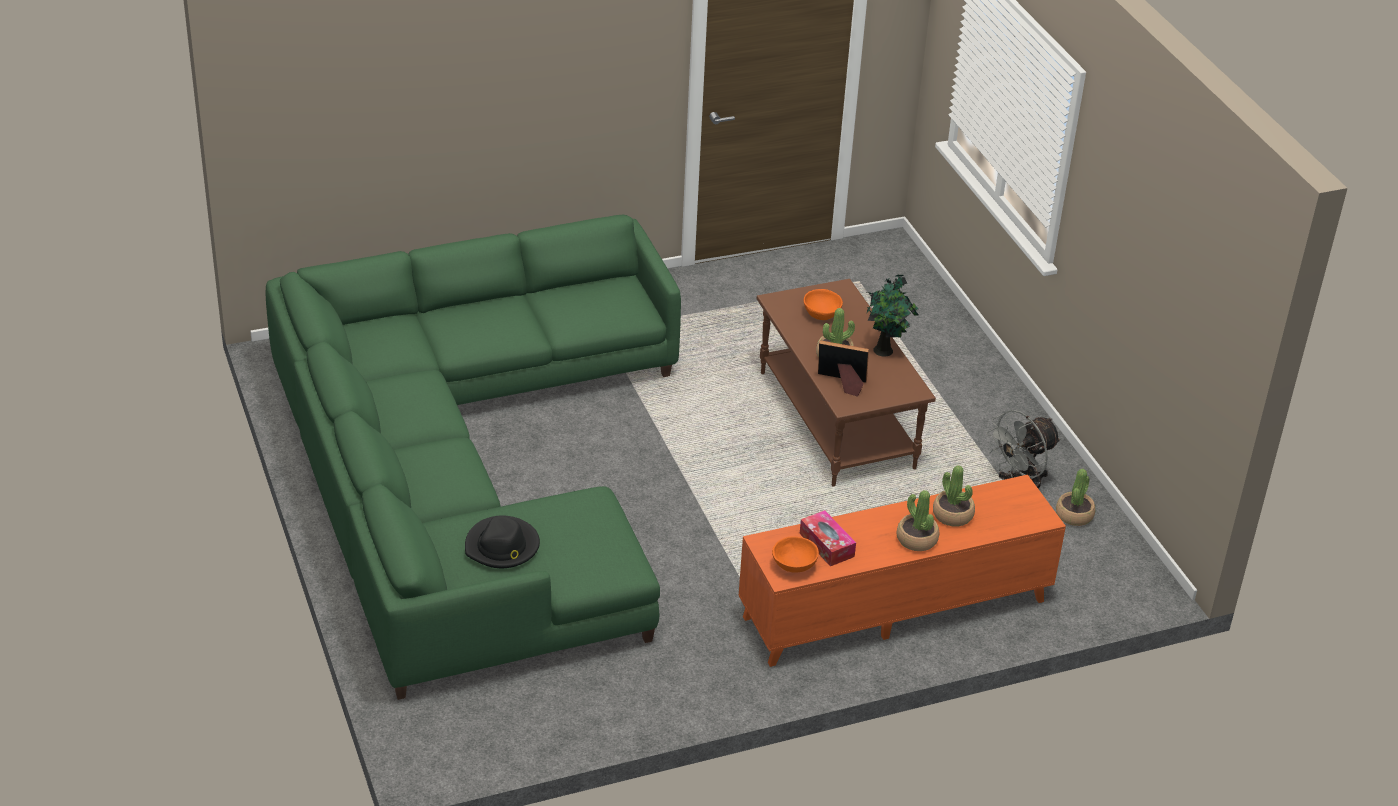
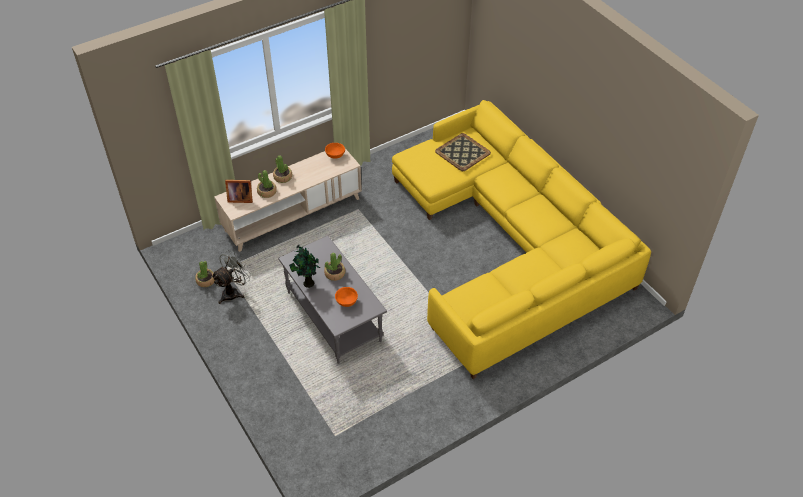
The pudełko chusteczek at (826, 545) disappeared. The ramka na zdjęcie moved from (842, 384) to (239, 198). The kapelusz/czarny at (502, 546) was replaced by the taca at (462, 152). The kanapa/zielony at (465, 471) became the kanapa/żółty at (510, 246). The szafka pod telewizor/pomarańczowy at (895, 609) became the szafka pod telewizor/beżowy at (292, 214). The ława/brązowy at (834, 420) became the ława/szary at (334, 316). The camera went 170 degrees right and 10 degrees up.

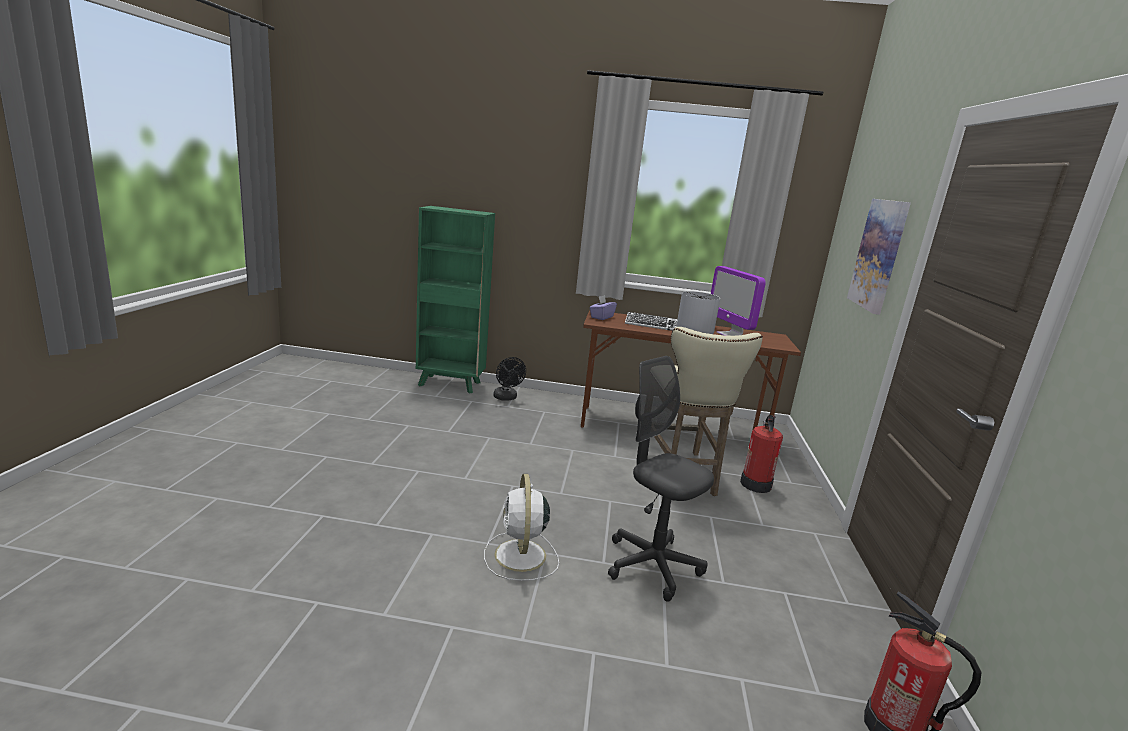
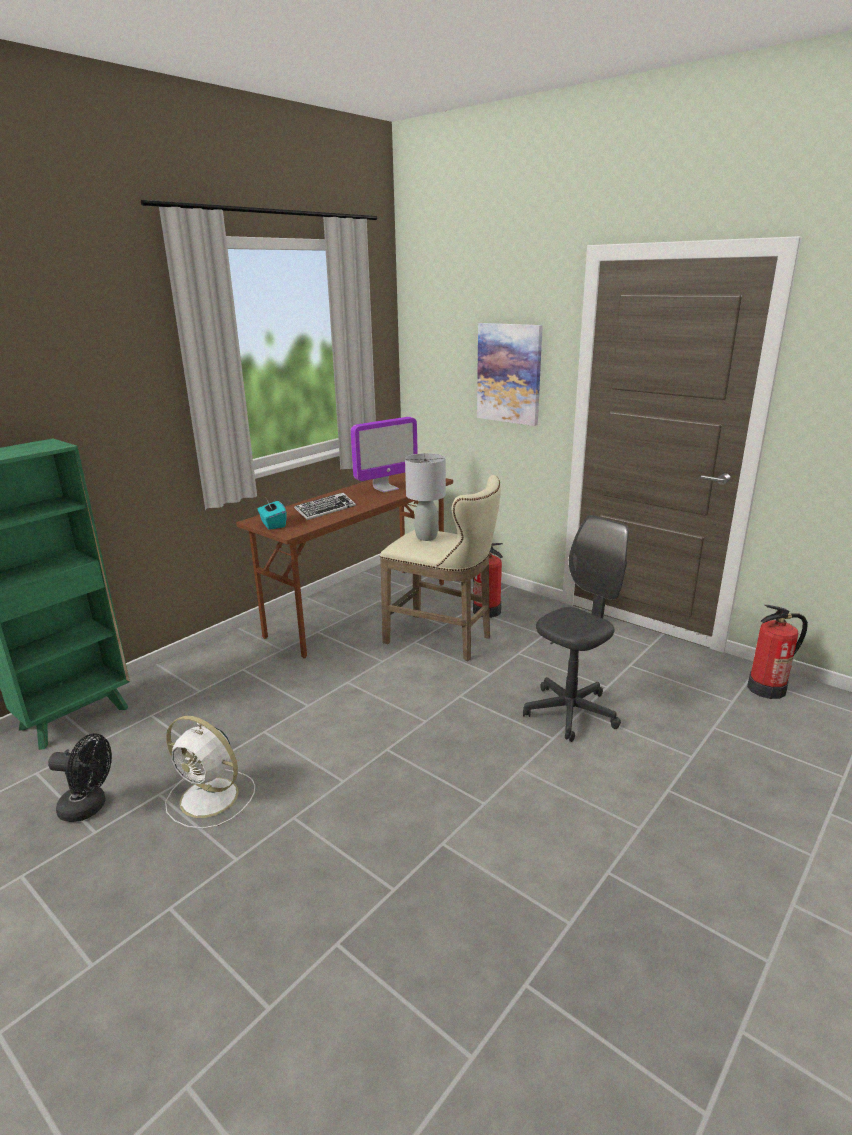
The wentylator/biały moved from (520, 557) to (211, 798). The wentylator/czarny moved from (506, 398) to (89, 807). The pudełko chusteczek/fioletowy at (601, 317) became the pudełko chusteczek/turkusowy at (273, 524). The krzesło biurowe/szary at (652, 566) turned 150 degrees clockwise. The monitor at (729, 334) turned 45 degrees counterclockwise. The camera went 55 degrees left and 5 degrees up.

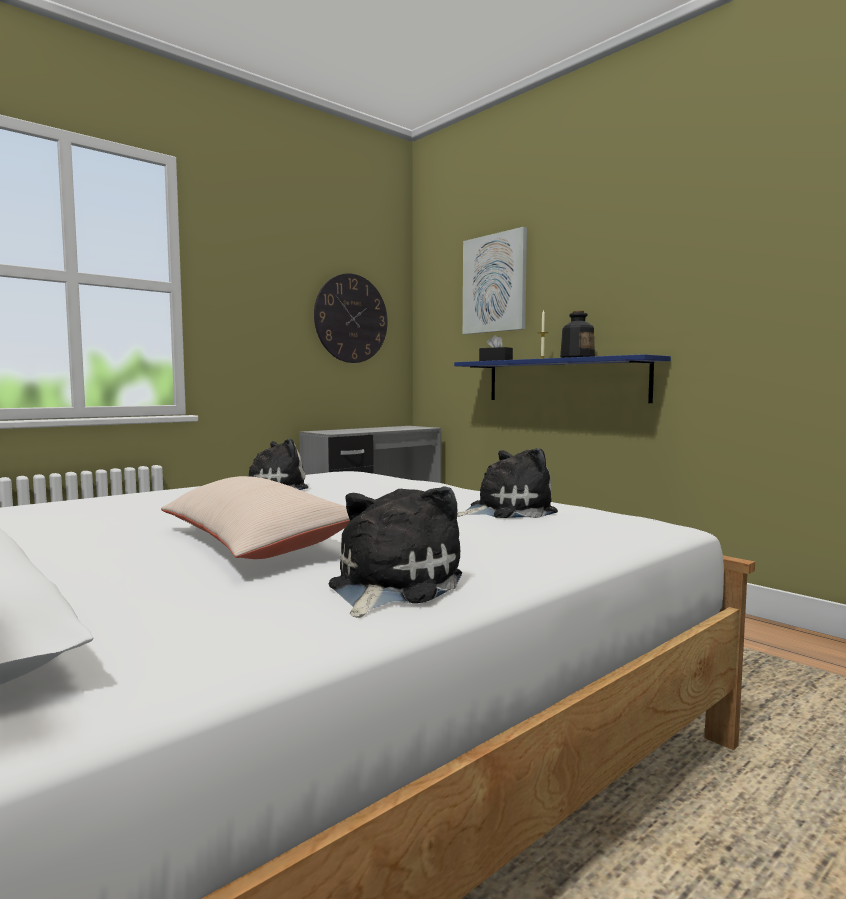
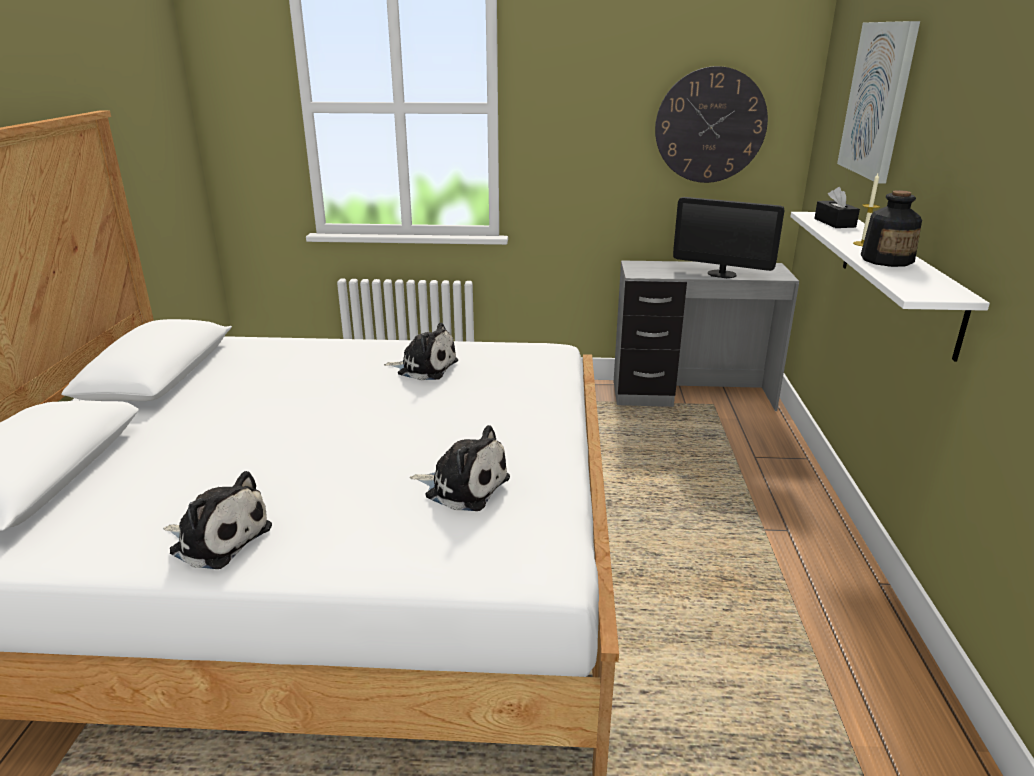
The poduszka/beżowy at (254, 541) disappeared. The monitor at (722, 274) appeared. The półka/niebieski at (563, 380) became the półka/biały at (897, 277). The pluszak at (390, 585) turned 45 degrees clockwise. The camera went 45 degrees right and 20 degrees up.

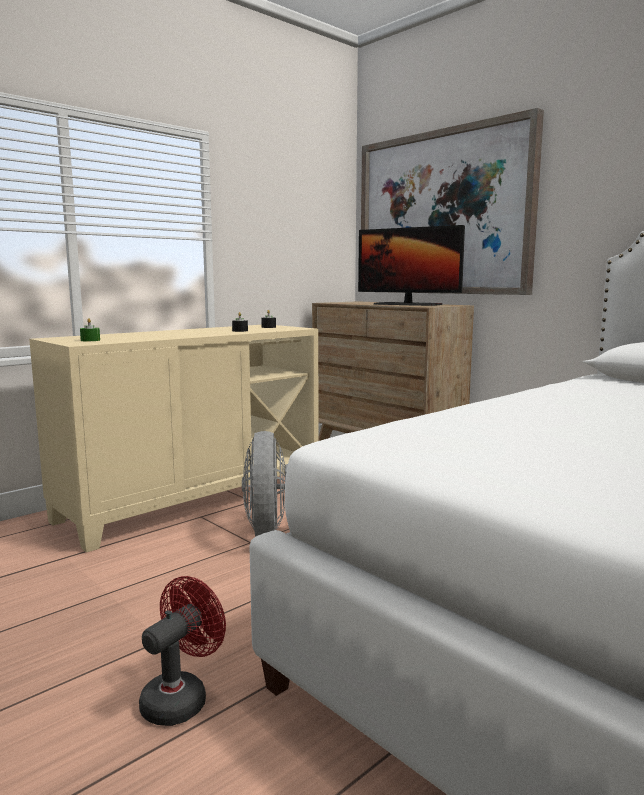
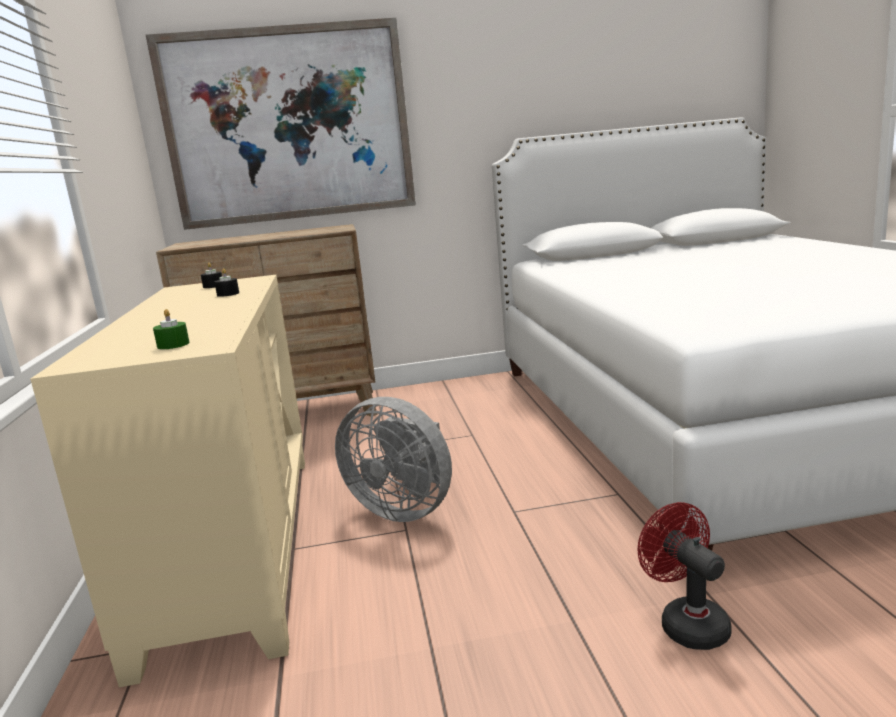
The monitor at (407, 304) disappeared. The camera went 55 degrees left and 5 degrees up.

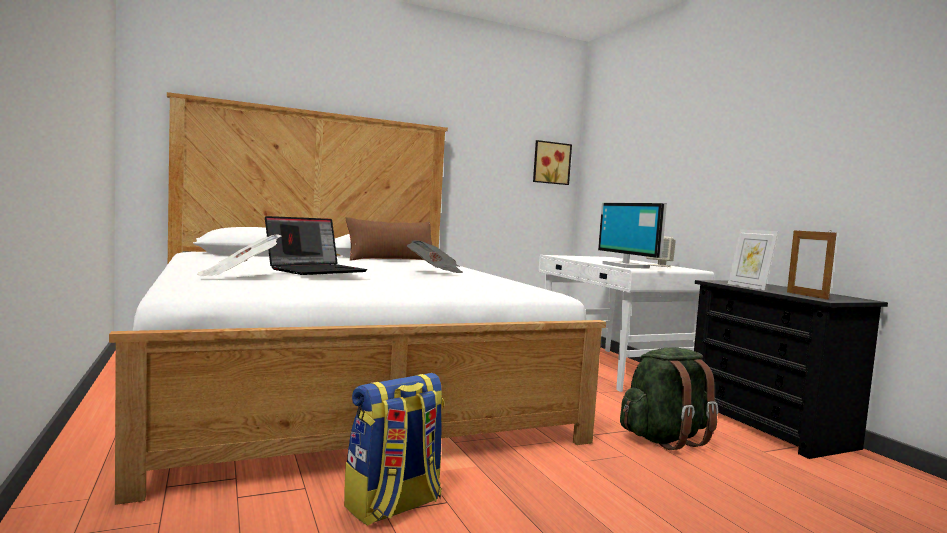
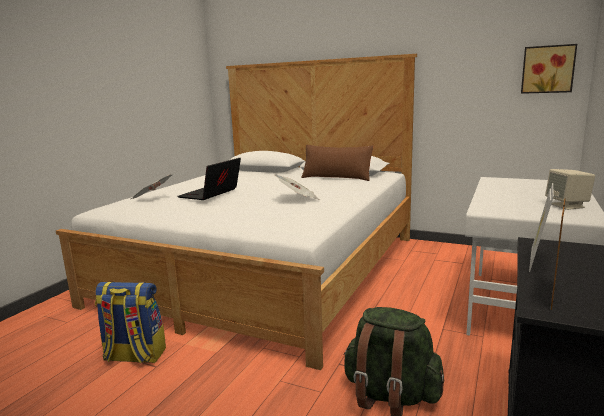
The monitor at (627, 266) disappeared. The laptop at (316, 270) turned 120 degrees clockwise. The camera went 50 degrees right and 10 degrees up.

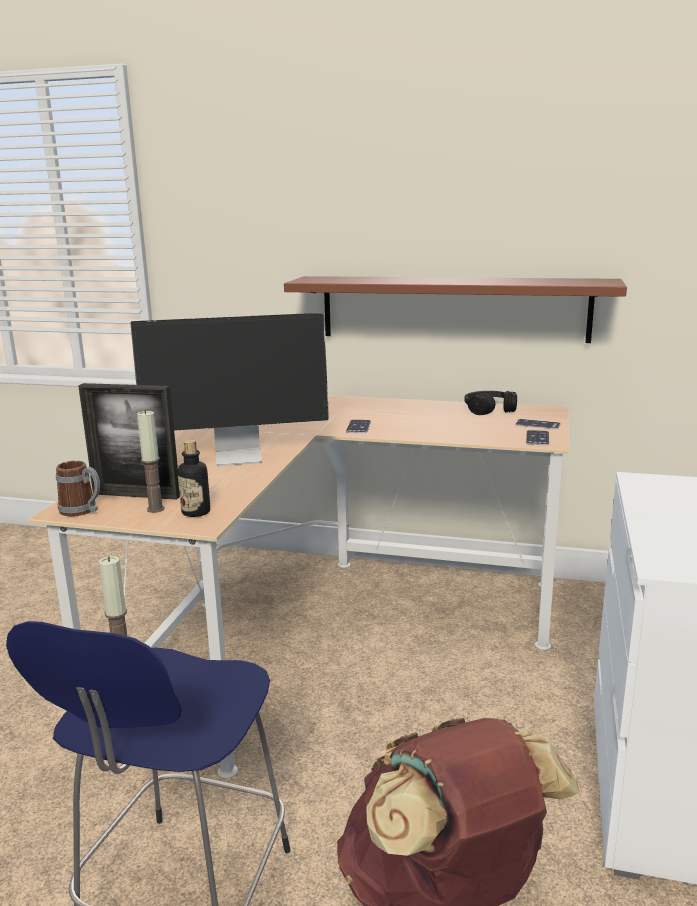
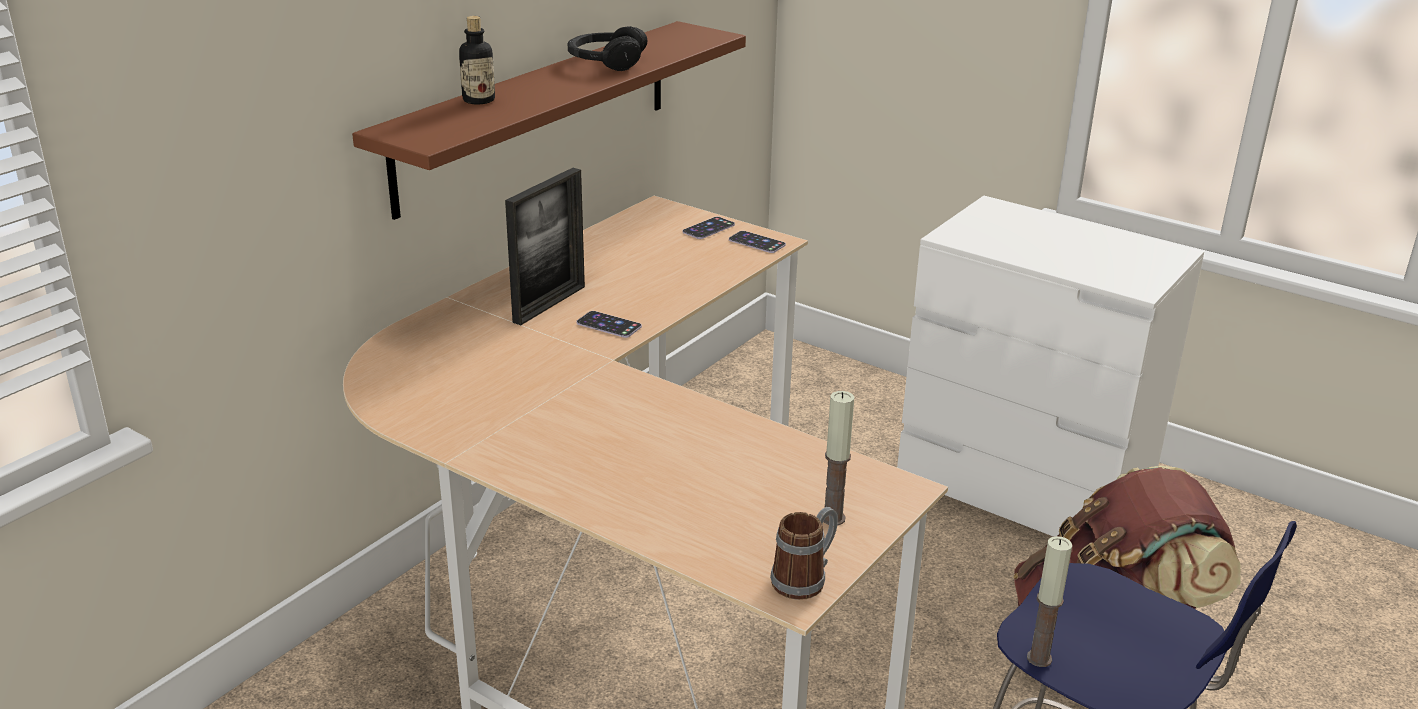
The monitor at (240, 456) disappeared. The ramka na zdjęcie moved from (136, 495) to (549, 304). The butelka moved from (196, 512) to (479, 100). The słuchawki/czarny moved from (489, 410) to (606, 62). The camera went 70 degrees left and 10 degrees up.

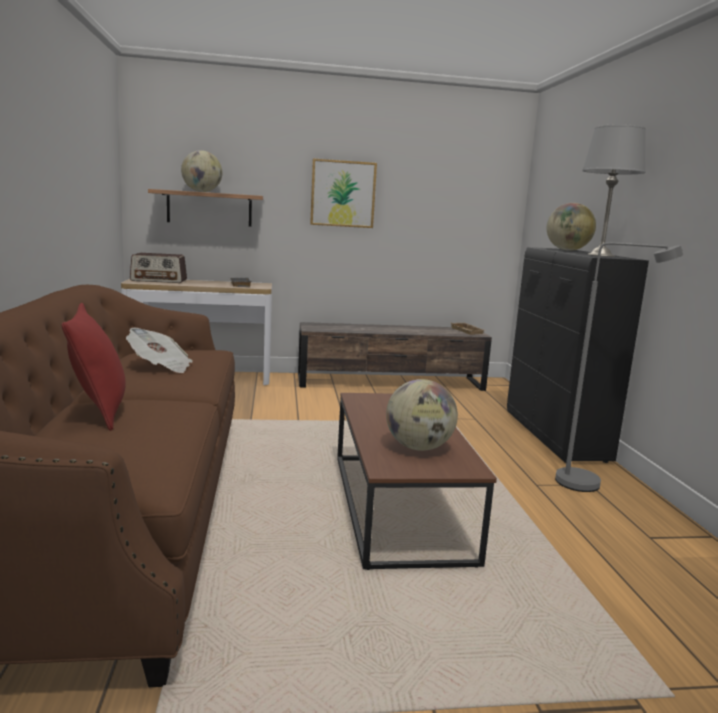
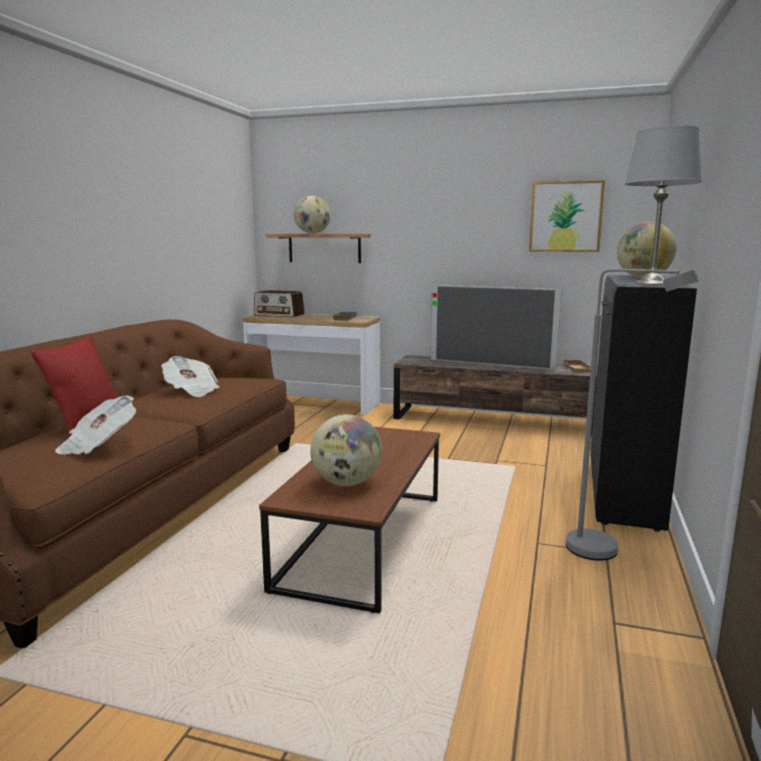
The gazeta at (98, 445) appeared. The telewizor at (490, 364) appeared. The obraz moved from (343, 194) to (565, 216). The camera went 25 degrees right and 0 degrees up.

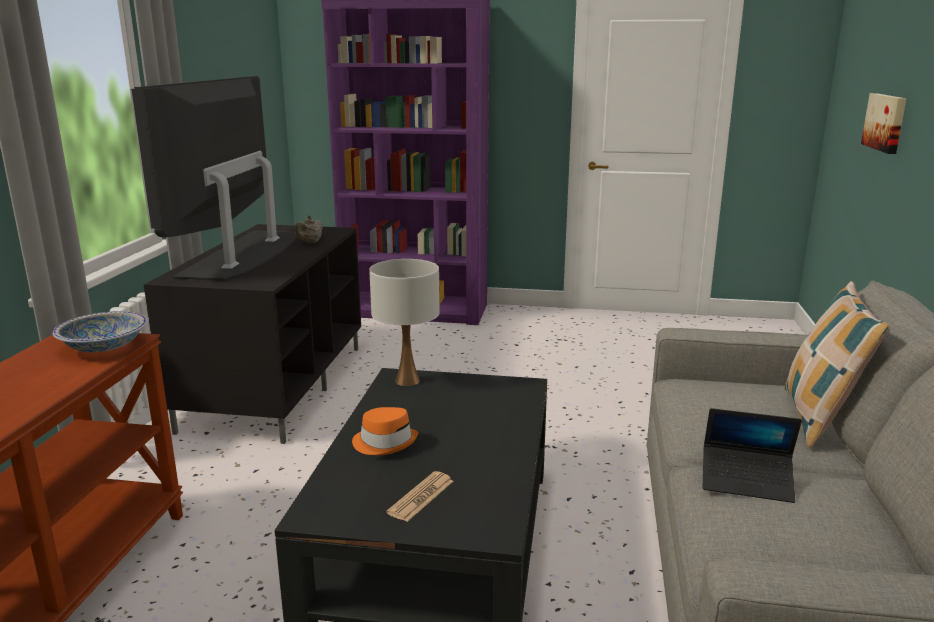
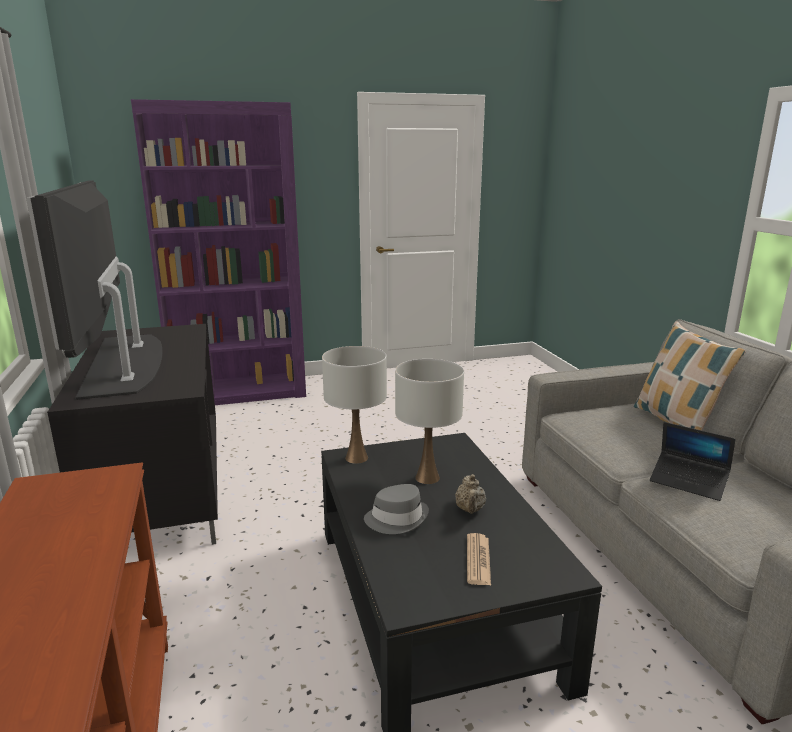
The miska at (104, 347) disappeared. The obraz at (886, 122) disappeared. The lampa stołowa/biały at (427, 478) appeared. The imbryk/beżowy moved from (310, 242) to (470, 510). The kapelusz/pomarańczowy at (385, 442) became the kapelusz/szary at (397, 519). The laptop at (746, 481) turned 45 degrees clockwise. The camera went 25 degrees left and 0 degrees up.

